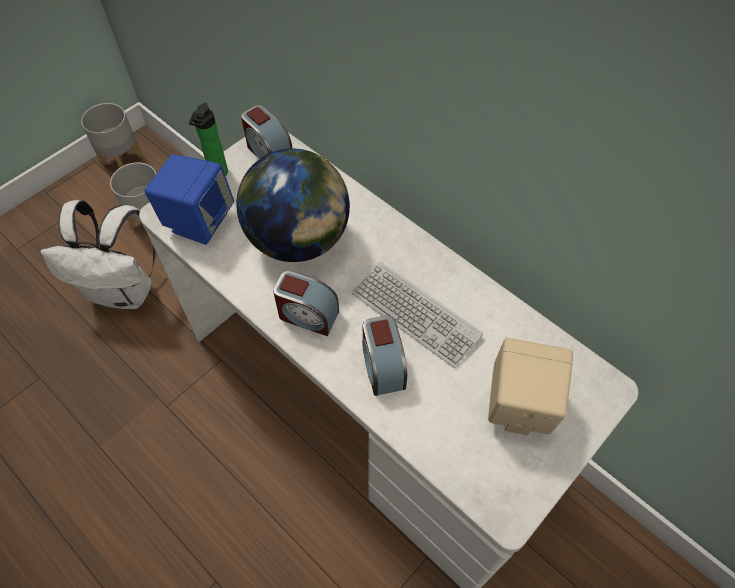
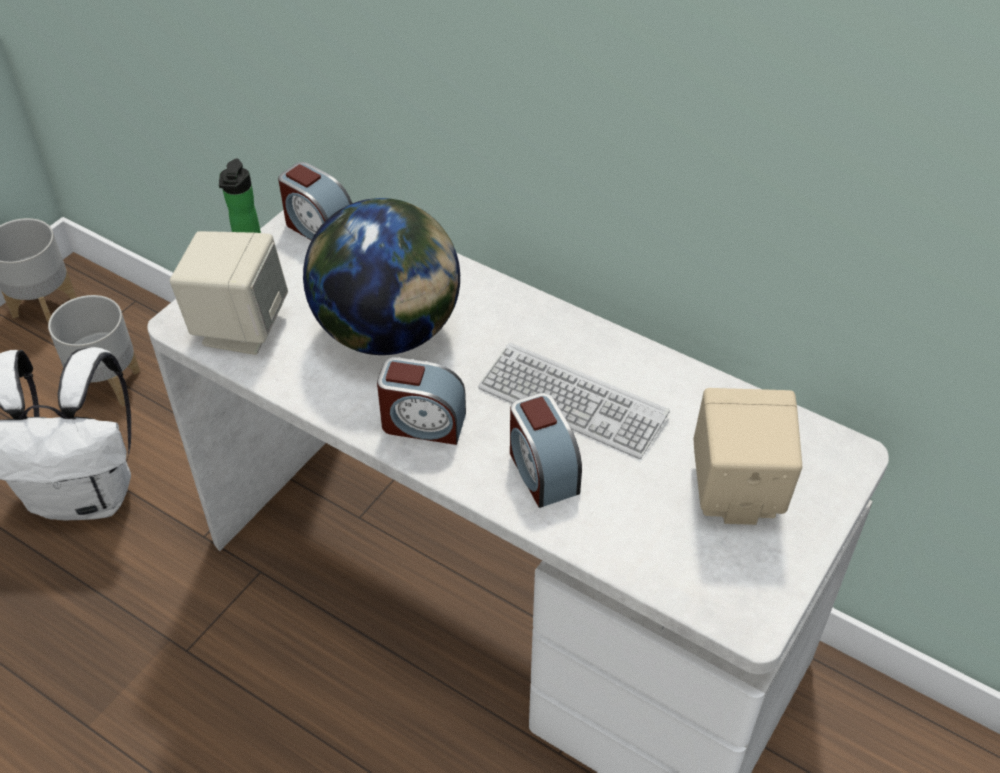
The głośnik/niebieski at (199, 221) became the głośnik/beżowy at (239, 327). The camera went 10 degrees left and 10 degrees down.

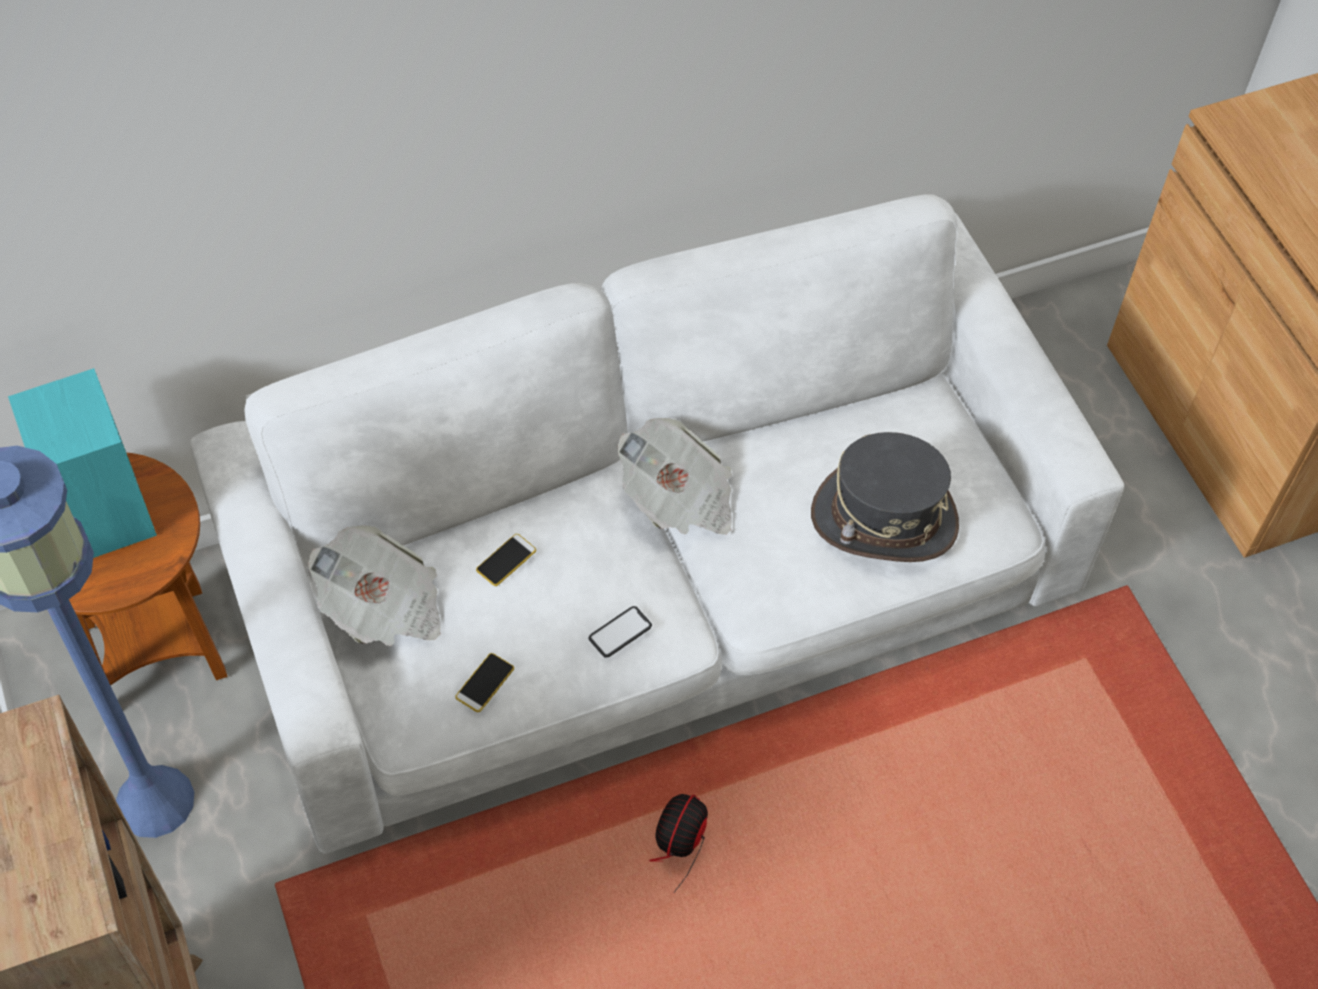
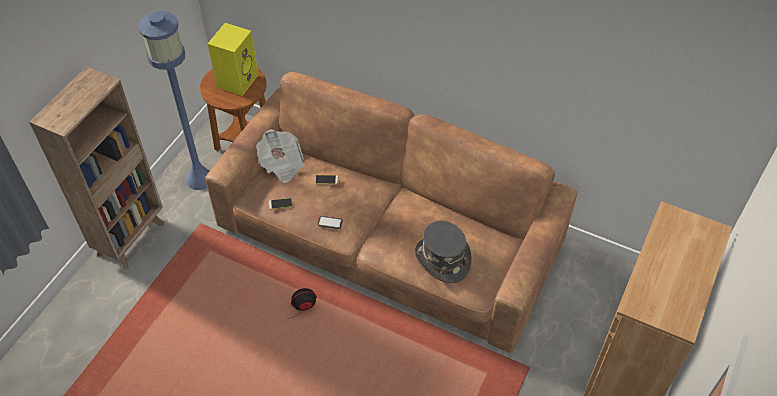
The gazeta at (678, 499) disappeared. The głośnik/turkusowy at (100, 512) became the głośnik/żółty at (237, 80). The kanapa/biały at (655, 579) became the kanapa/brązowy at (388, 236). The camera went 50 degrees right and 5 degrees down.

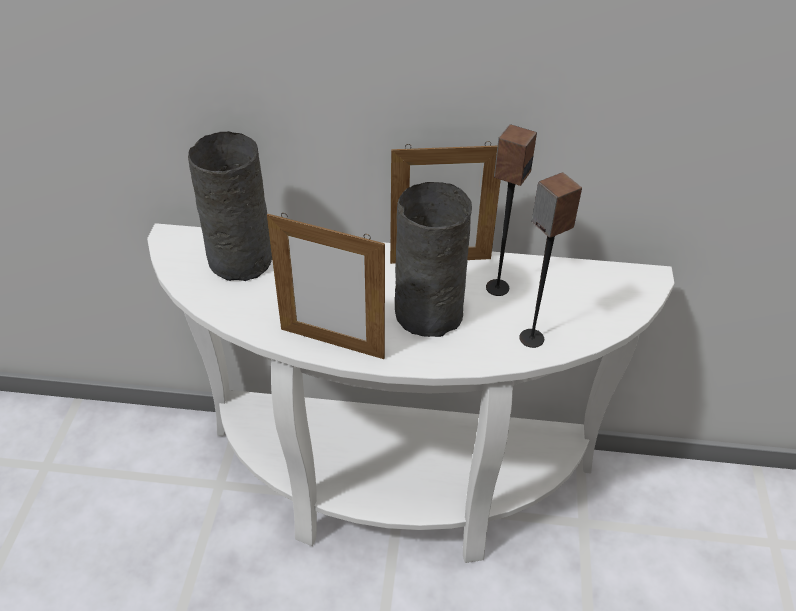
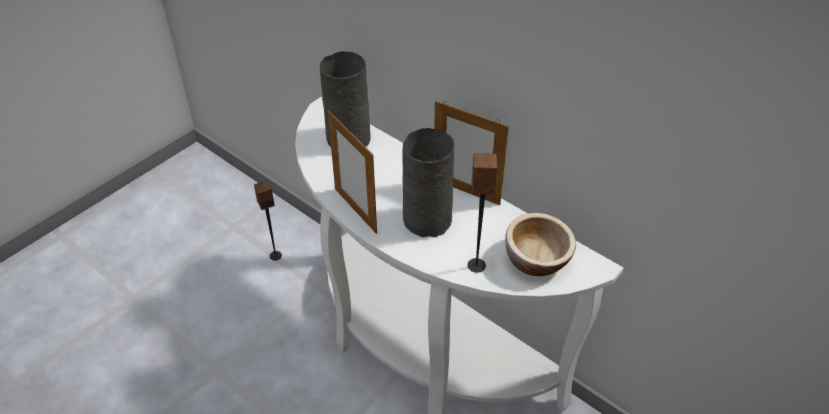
The miska at (536, 259) appeared. The głośnik moved from (497, 287) to (275, 255). The camera went 35 degrees right and 0 degrees up.

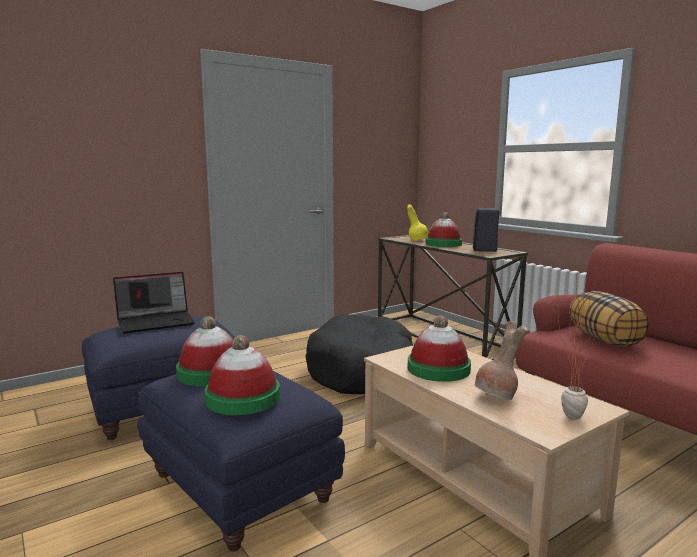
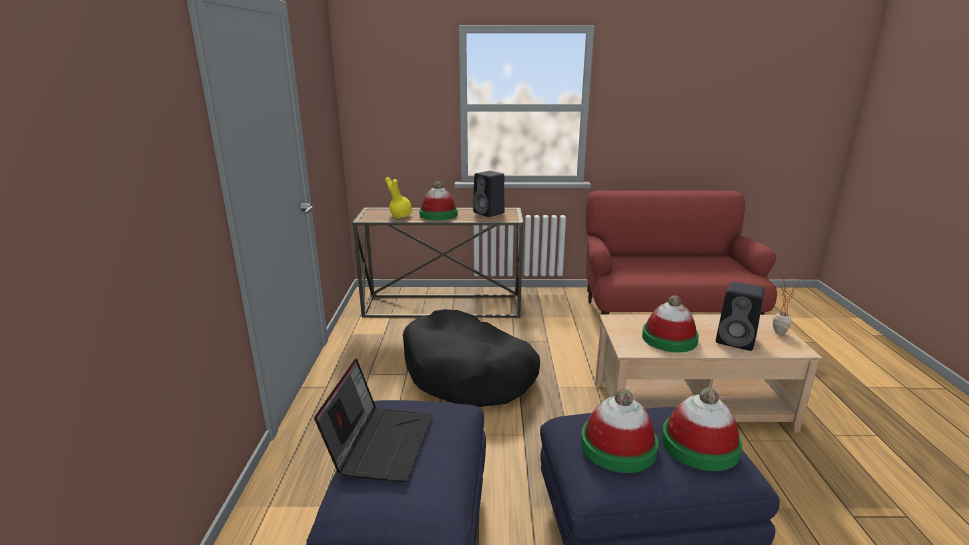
The poduszka at (605, 340) disappeared. The wazon/brązowy at (497, 397) was replaced by the głośnik/czarny at (737, 341). The camera went 55 degrees left and 10 degrees up.

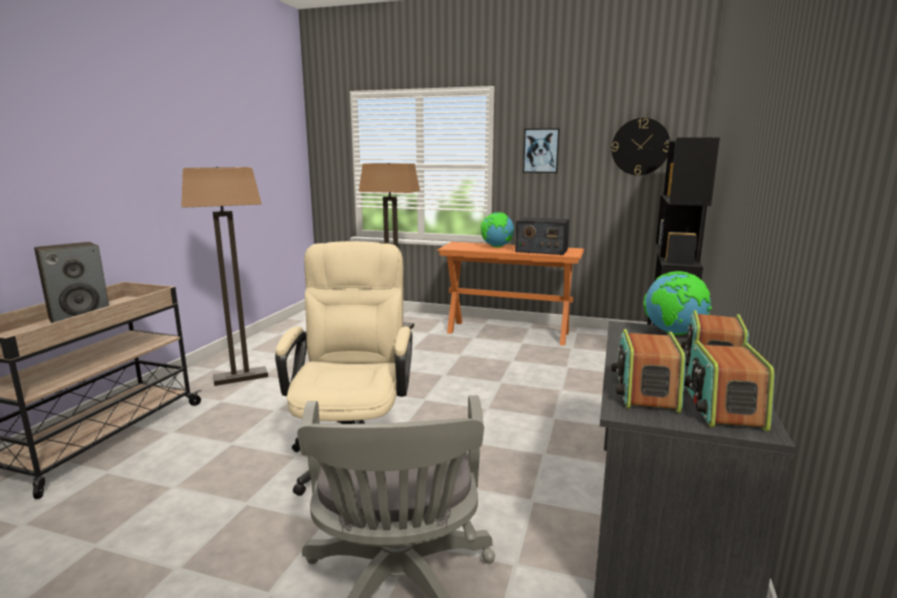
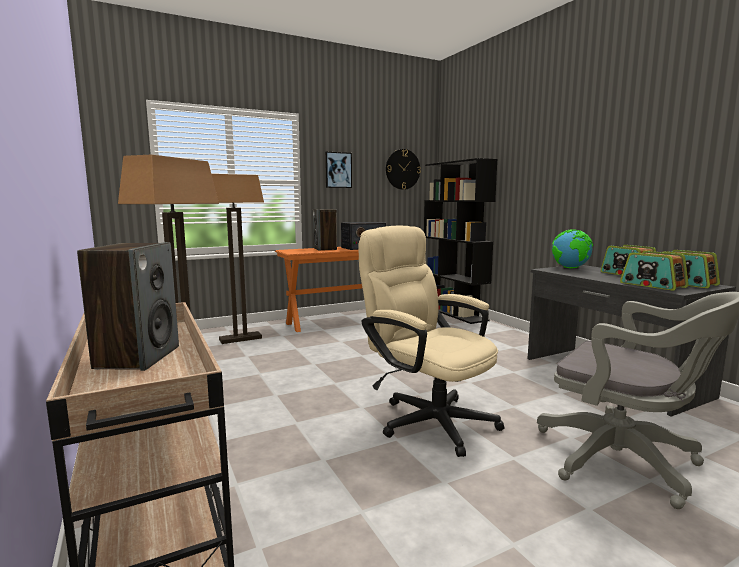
The globus at (496, 247) was replaced by the głośnik at (325, 249). The camera went 45 degrees left and 5 degrees down.

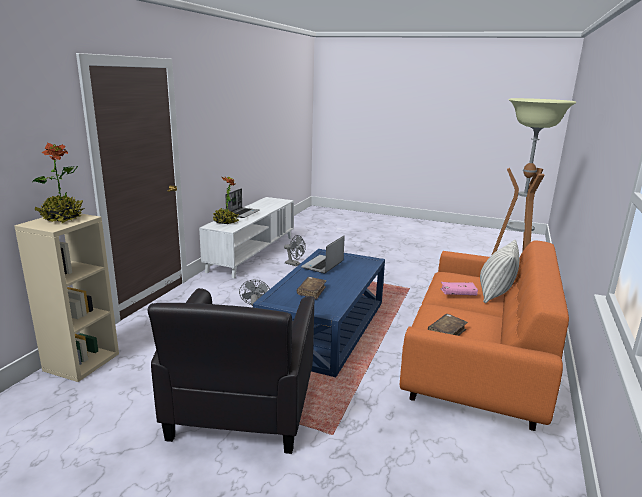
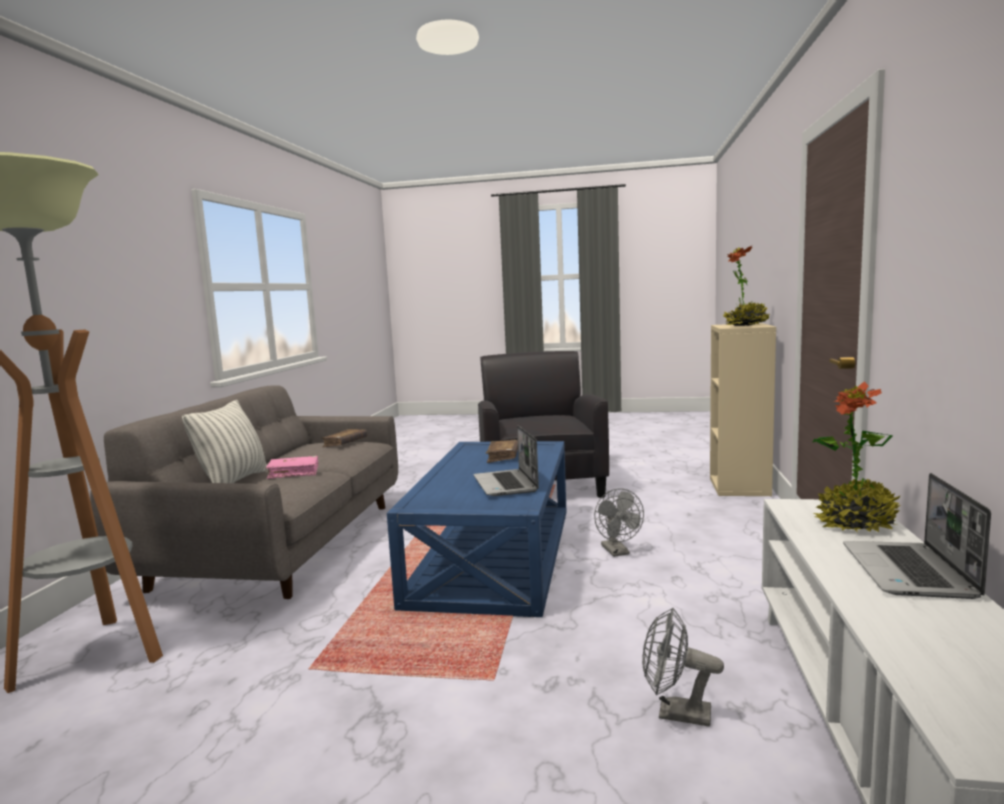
The kanapa/pomarańczowy at (476, 363) became the kanapa/szary at (283, 544). The laptop at (323, 265) turned 150 degrees clockwise. The camera went 170 degrees right and 10 degrees down.

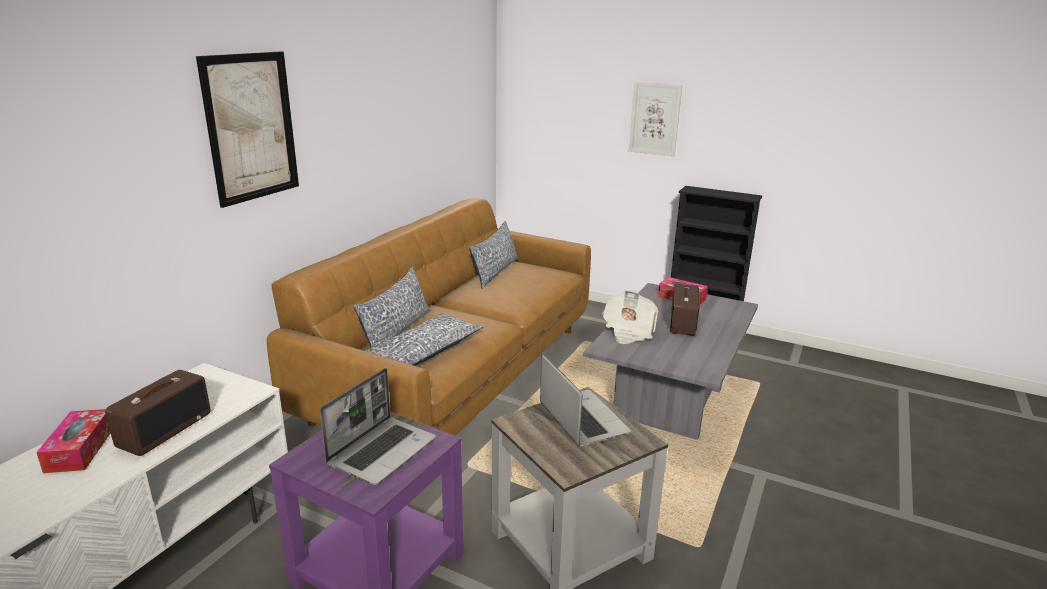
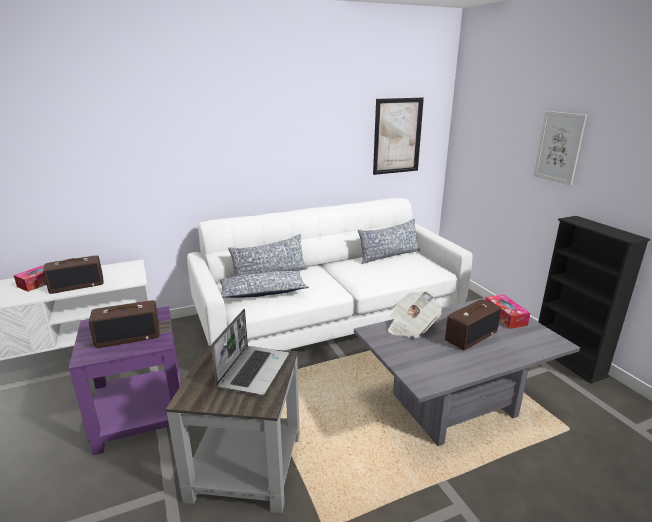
The obraz moved from (251, 127) to (397, 136). The laptop at (382, 450) was replaced by the radio at (129, 336). The kanapa/brązowy at (455, 371) became the kanapa/biały at (329, 318). The camera went 40 degrees right and 0 degrees up.

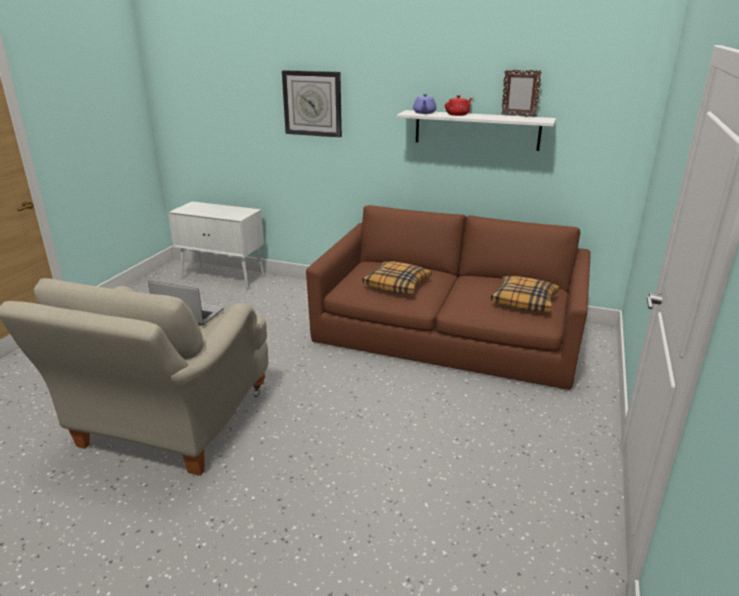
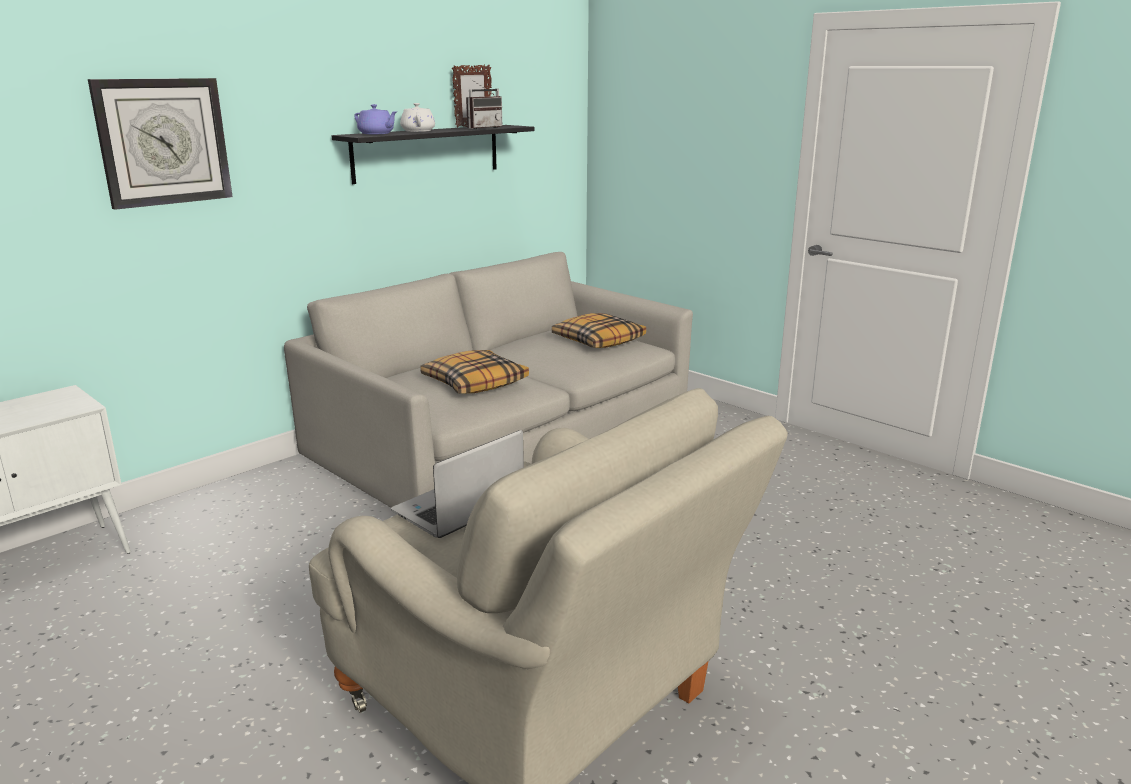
The radio at (482, 128) appeared. The kanapa/brązowy at (449, 332) became the kanapa/szary at (504, 433). The półka/biały at (476, 130) became the półka/czarny at (427, 153). The imbryk/czerwony at (458, 114) became the imbryk/biały at (418, 131). The camera went 65 degrees left and 5 degrees down.

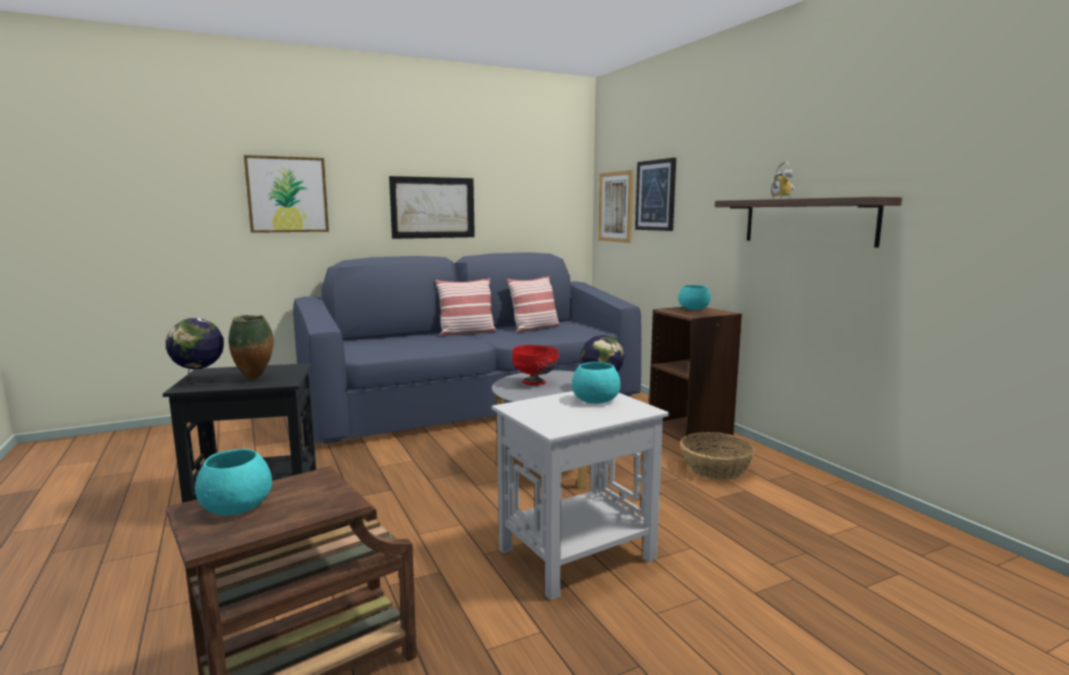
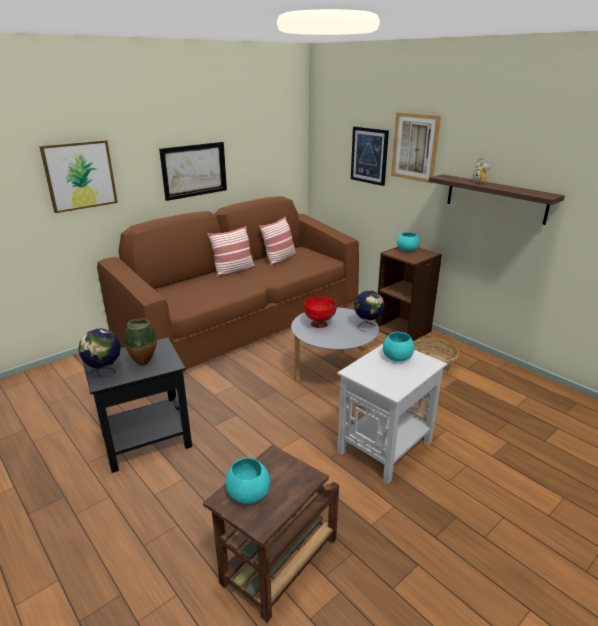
The obraz moved from (616, 207) to (415, 147). The kanapa/niebieski at (474, 403) became the kanapa/brązowy at (244, 322). The camera went 15 degrees left and 15 degrees up.

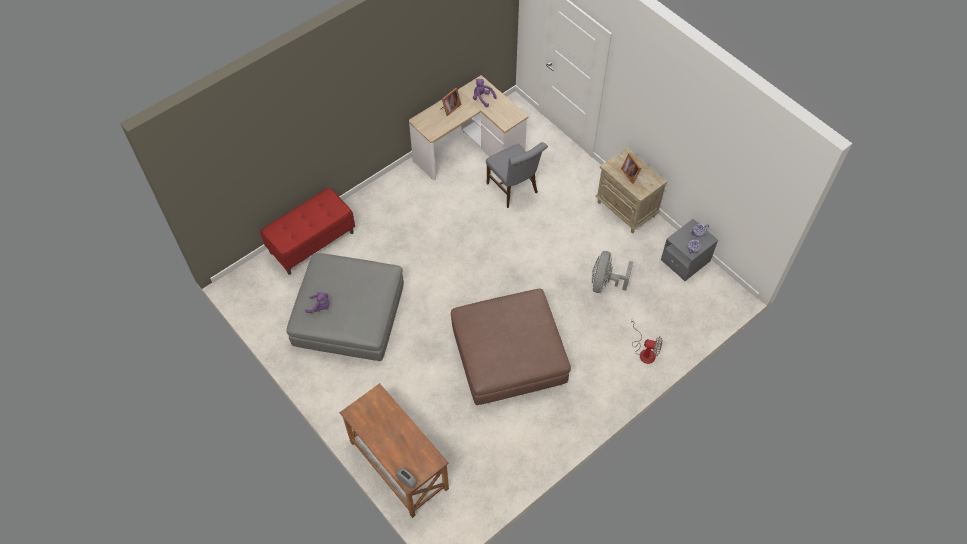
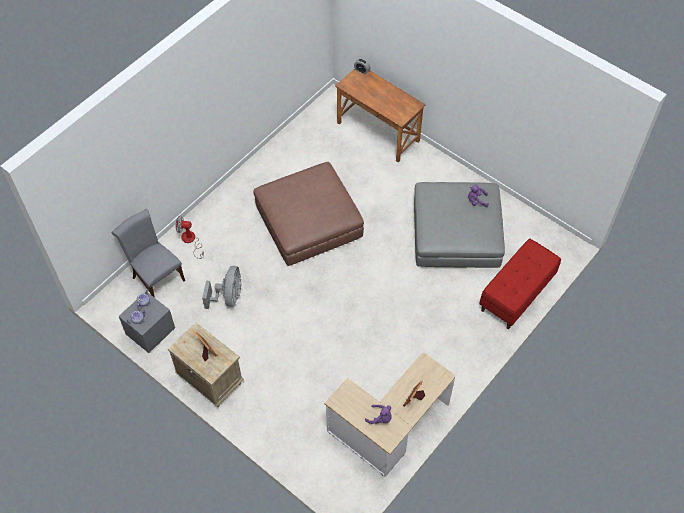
The krzesło/szary moved from (514, 189) to (156, 277). The camera went 170 degrees right and 0 degrees up.

